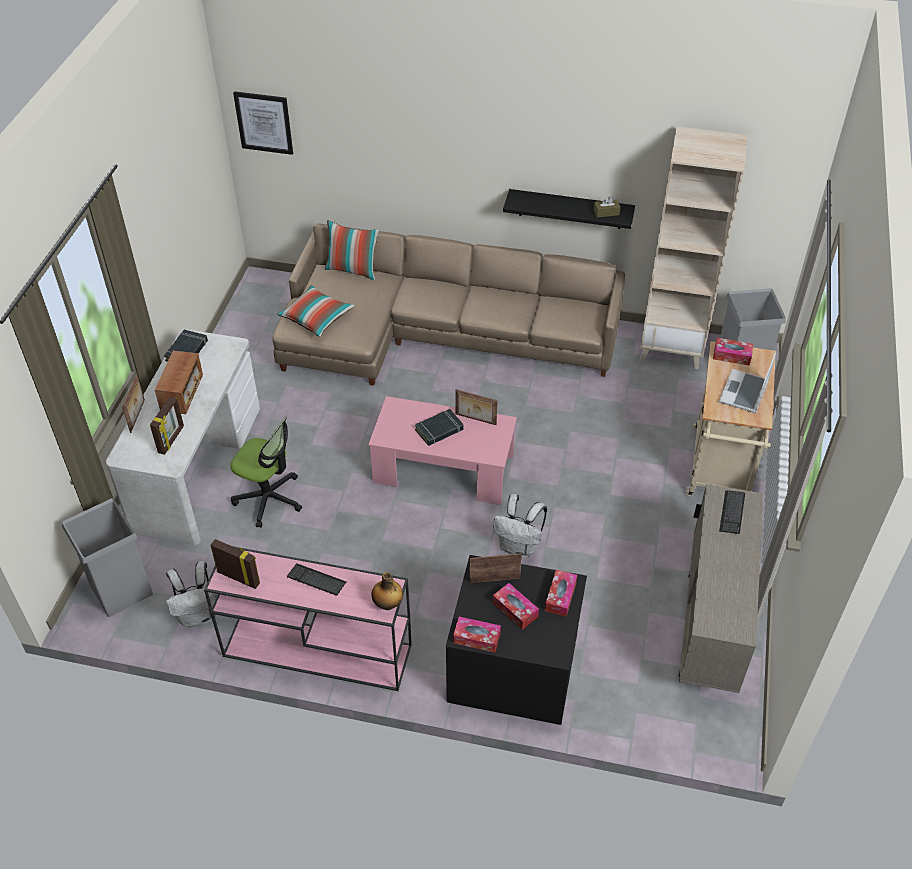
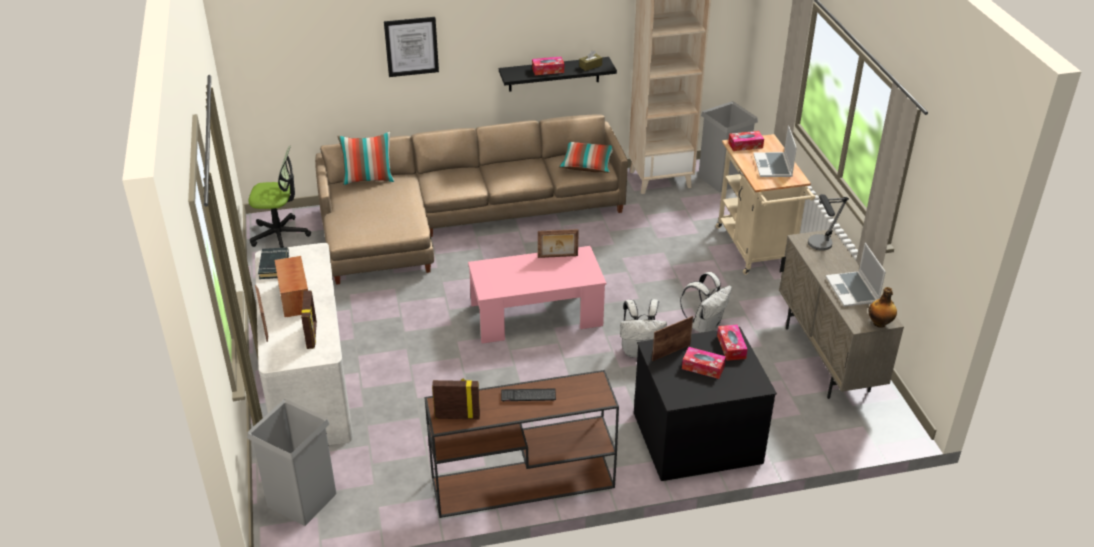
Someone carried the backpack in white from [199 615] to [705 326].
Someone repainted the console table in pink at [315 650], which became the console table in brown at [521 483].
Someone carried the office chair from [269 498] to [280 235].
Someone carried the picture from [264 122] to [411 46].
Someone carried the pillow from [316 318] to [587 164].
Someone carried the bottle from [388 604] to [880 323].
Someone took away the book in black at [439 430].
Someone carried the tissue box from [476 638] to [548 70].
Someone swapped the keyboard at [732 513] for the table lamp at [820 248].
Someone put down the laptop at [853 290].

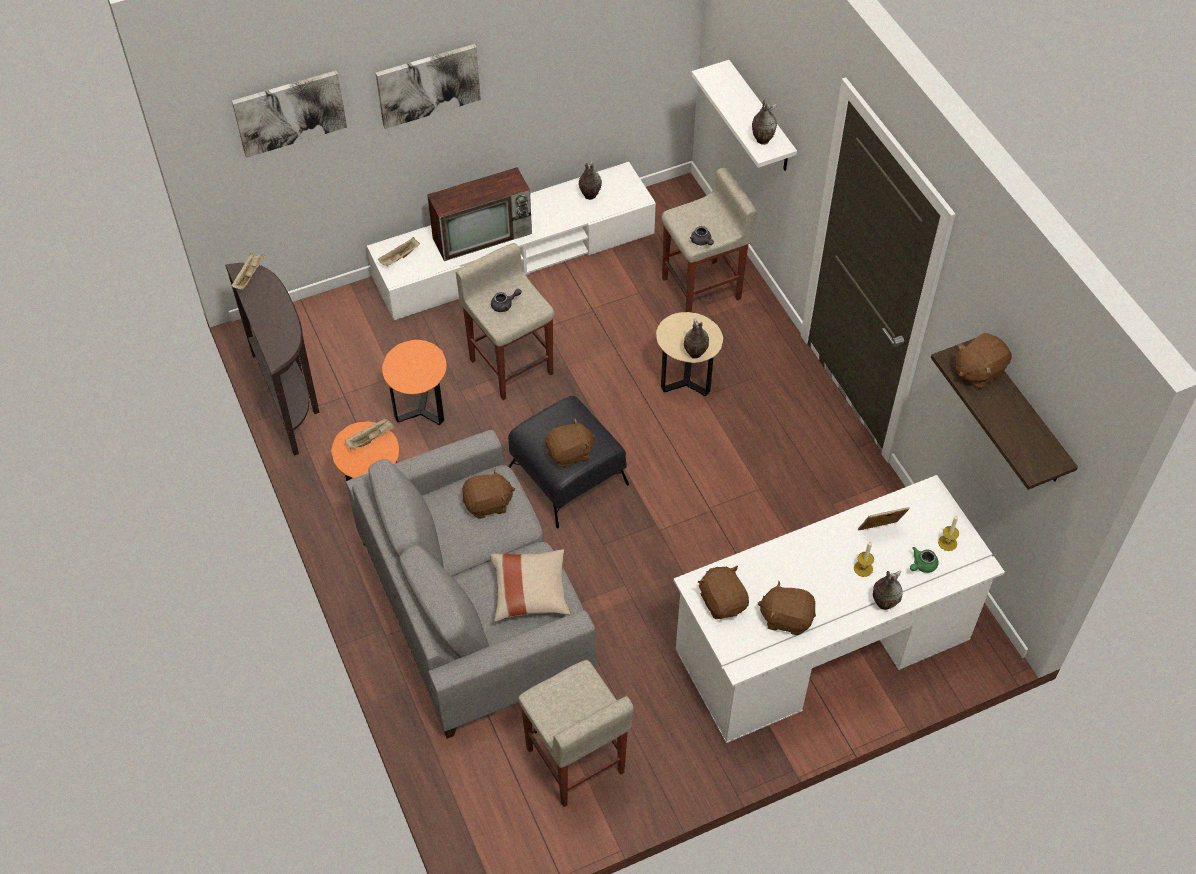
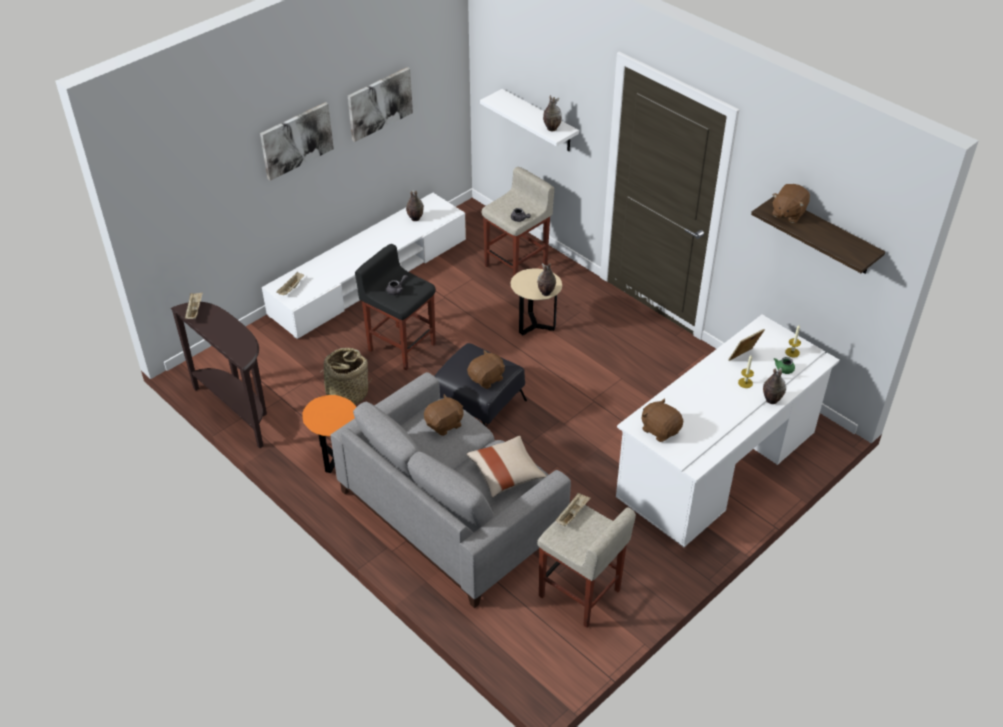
Someone carried the picture from [289 112] to [379 103].
Someone carried the tray in beige from [371 438] to [572 514].
Someone swapped the side table in orange at [421 412] for the basket at [347 393].
Someone took away the television at [484 235].
Someone repainted the stool in beige at [510 365], which became the stool in black at [401 346].
Someone took away the plush toy in brown at [786 617].

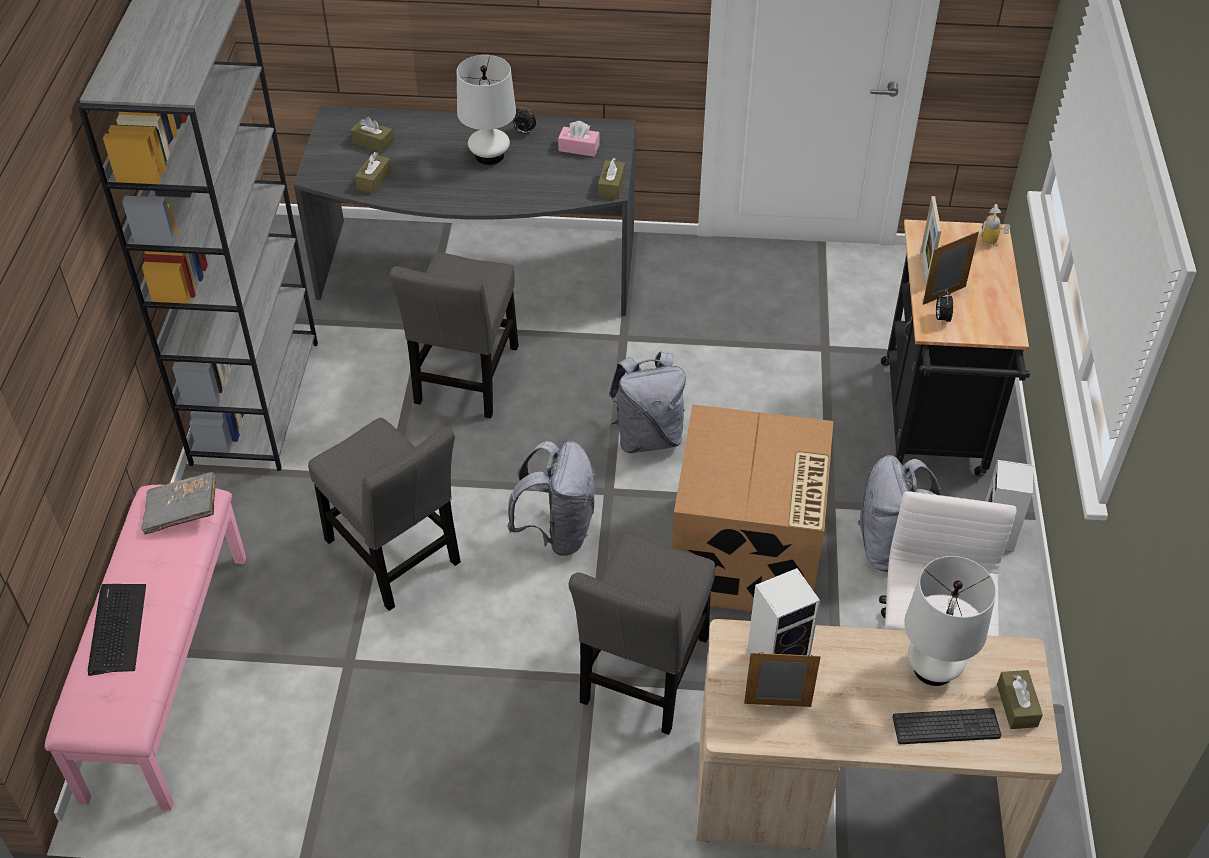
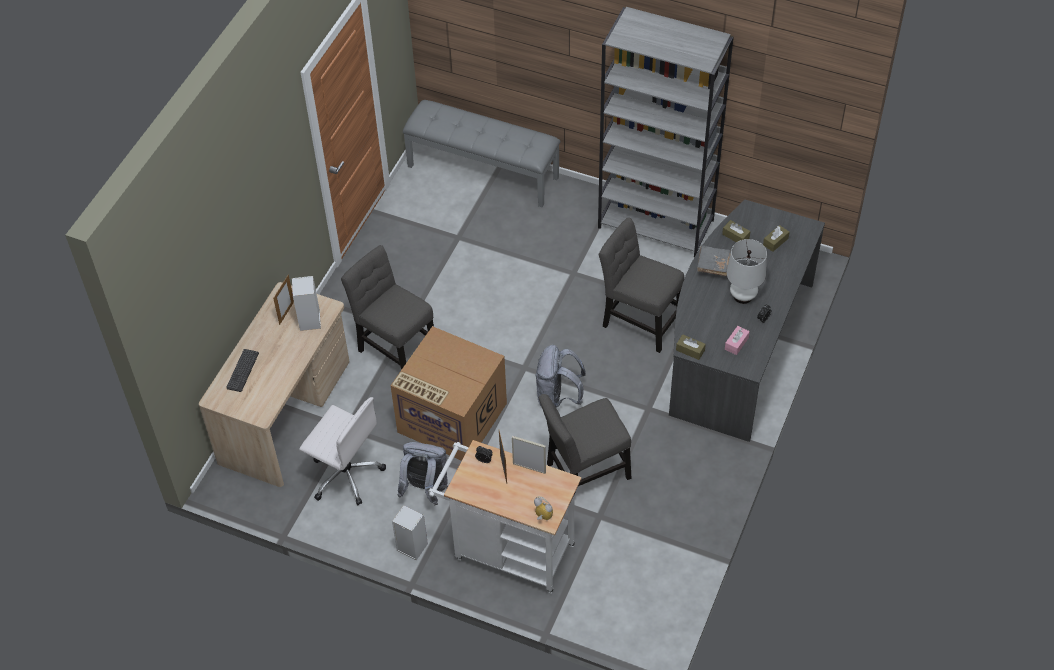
Someone repainted the bench in pink at [166 672], which became the bench in grey at [483 171].
Someone took away the keyboard at [117 629].
Someone carried the book in grey from [183 511] to [713 265].
Someone carried the chair in grey from [395 557] to [584 473].
Someone took away the backpack in grey at [557 531].
Someone repainted the cart in black at [933 427], which became the cart in white at [508 550].
Someone took away the table lamp in white at [933 668].
Someone took away the tissue box in brown at [1017 705].

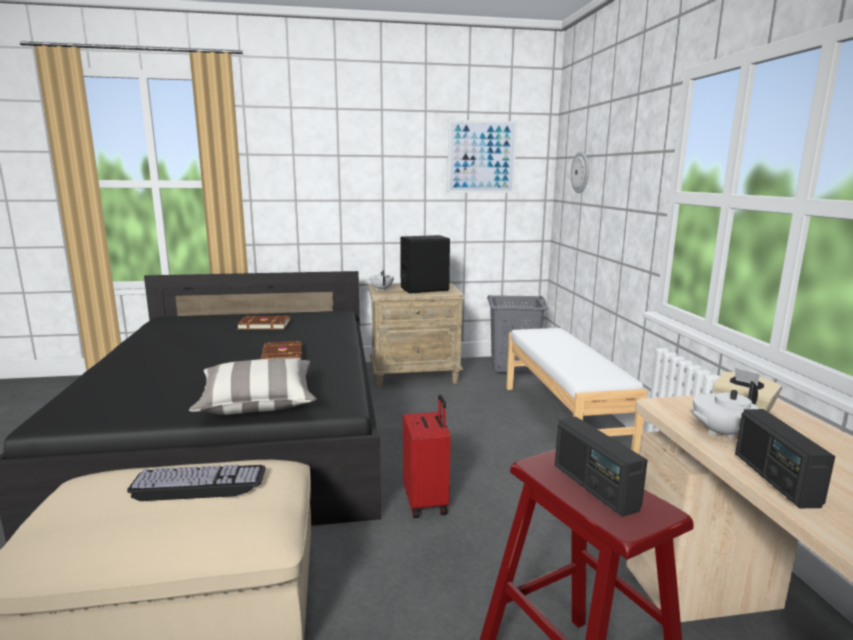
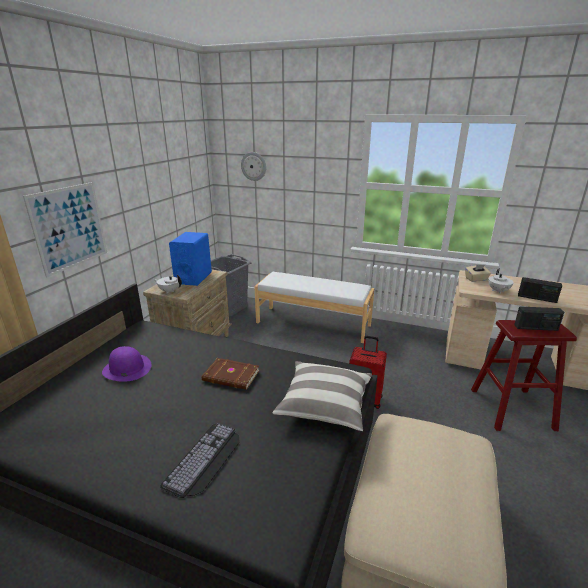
Someone carried the keyboard from [195 484] to [205 460].
Someone swapped the book in brown at [264 325] for the hat in purple at [127 368].
Someone repainted the speaker in black at [424 289], which became the speaker in blue at [193 278].
Someone carried the picture from [481 157] to [69 227].

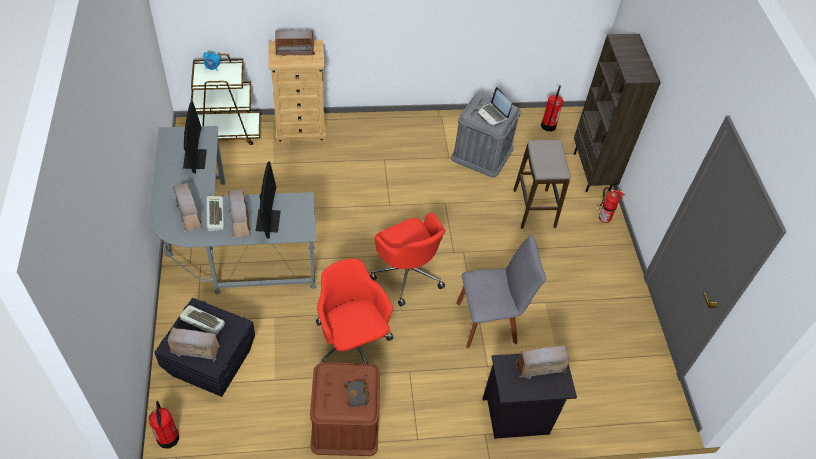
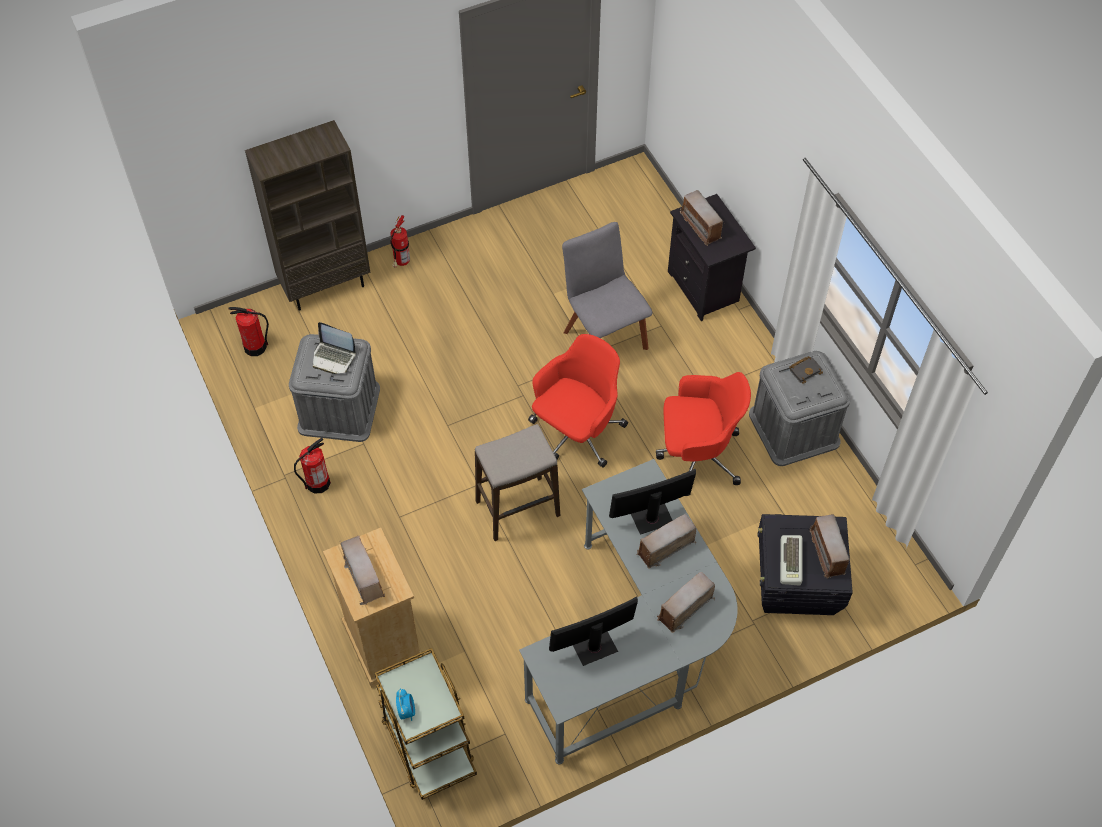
Someone carried the fire extinguisher from [168 437] to [317 483].
Someone took away the keyboard at [214 215].
Someone repainted the storage box in brown at [345 423], which became the storage box in grey at [794 428].
Someone rotated the office chair in red at [352 342] by 135 degrees counterclockwise.
Someone rotated the laptop at [493 114] by 75 degrees clockwise.
Someone carried the stool from [534 208] to [517 508].

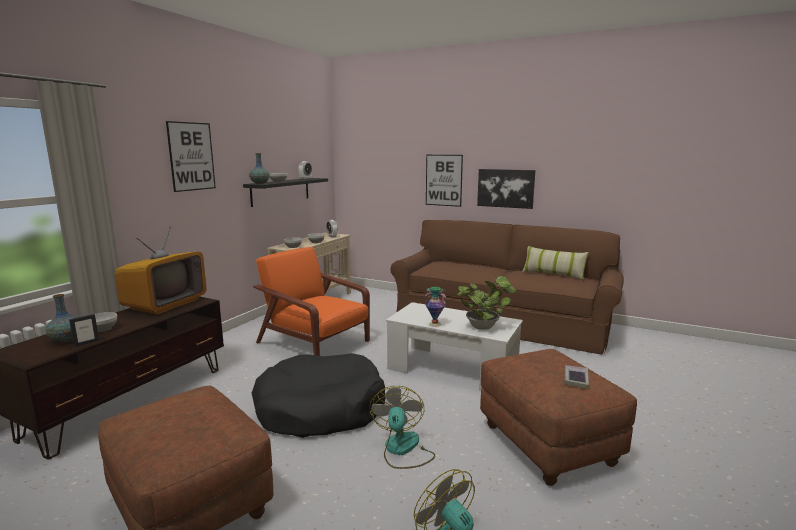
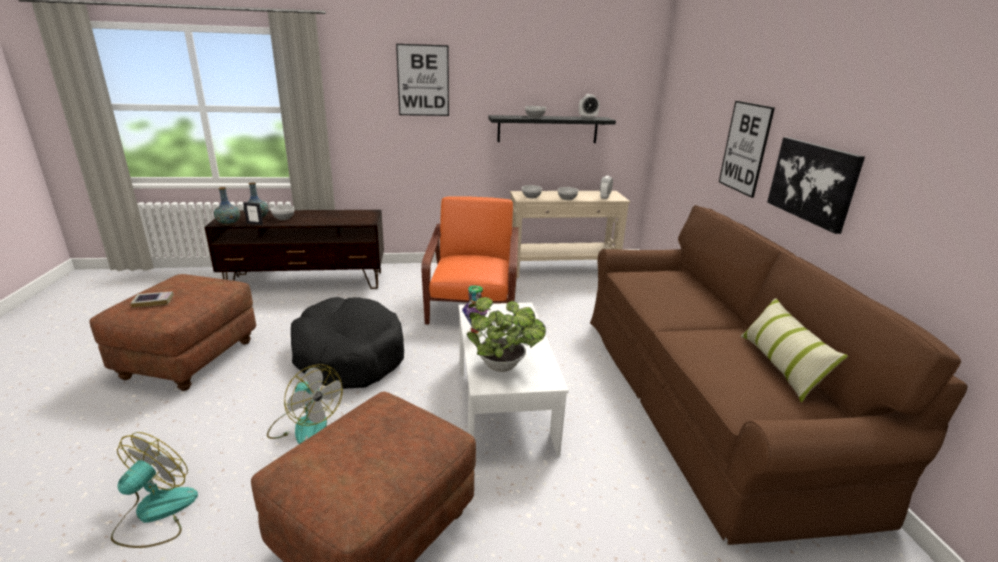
Someone took away the television at [165 304].
Someone carried the vase from [260 183] to [228 223].
Someone rotated the fan at [402 450] by 75 degrees clockwise.
Someone carried the book from [576 379] to [153 301].

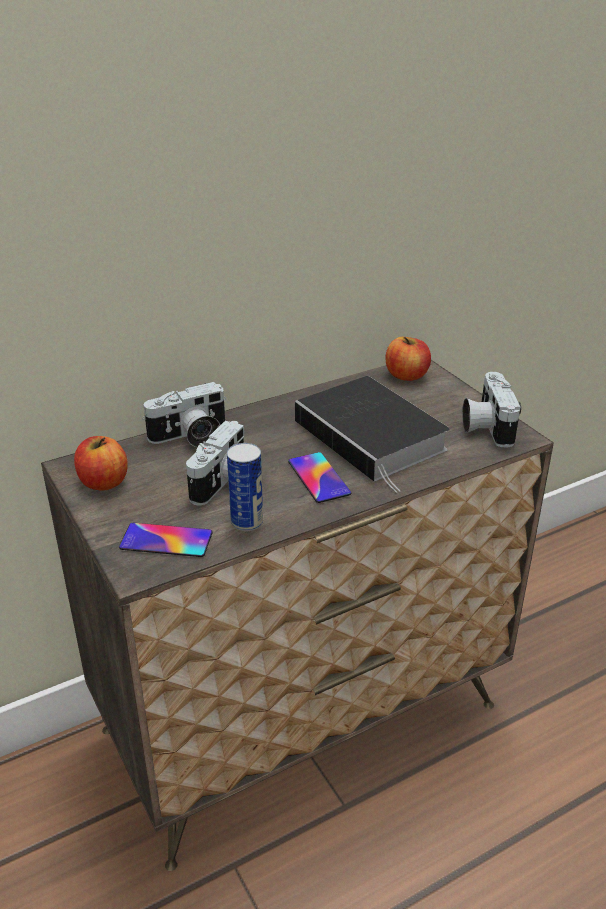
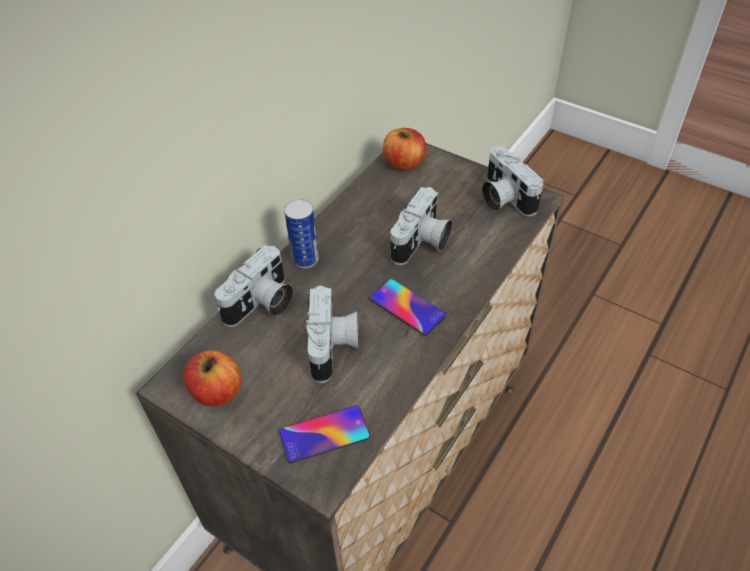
Someone carried the can from [247 522] to [305 260].
Someone swapped the book at [373 437] for the photo camera at [422 243].

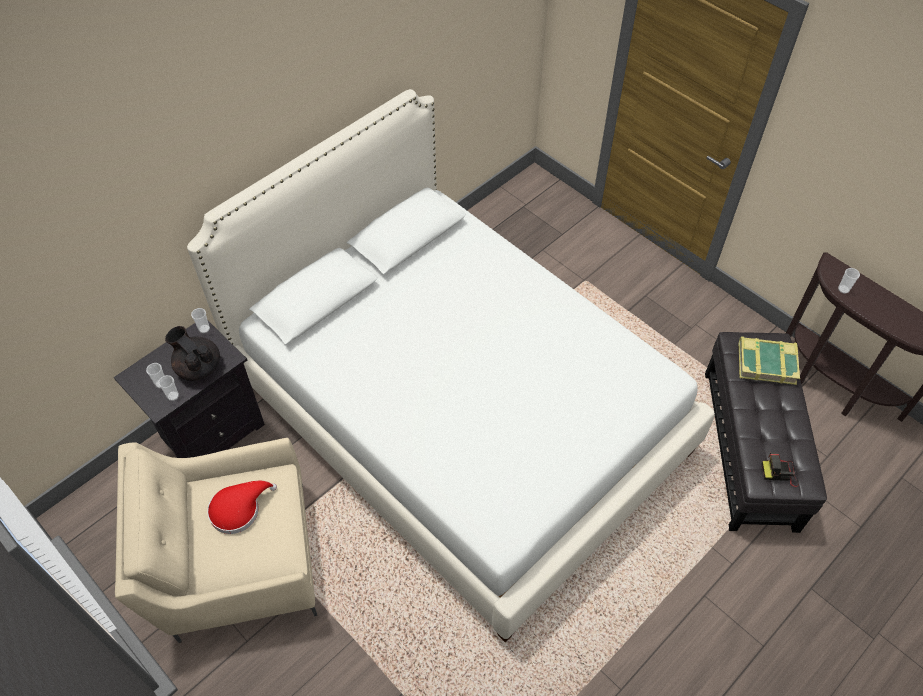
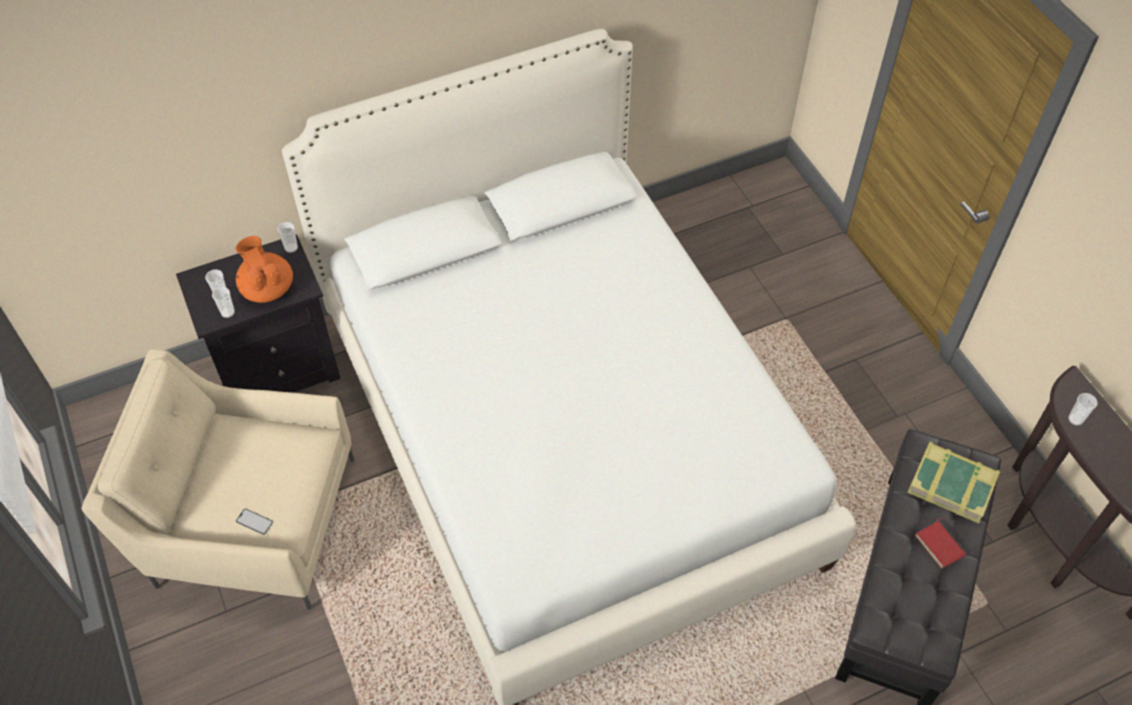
Someone repainted the teapot in black at [198 367], which became the teapot in orange at [267 288].
Someone took away the hat in red at [238 509].
Someone took away the photo camera at [780 473].
Someone put down the phone at [254 521].
Someone put down the book in red at [941 545].

